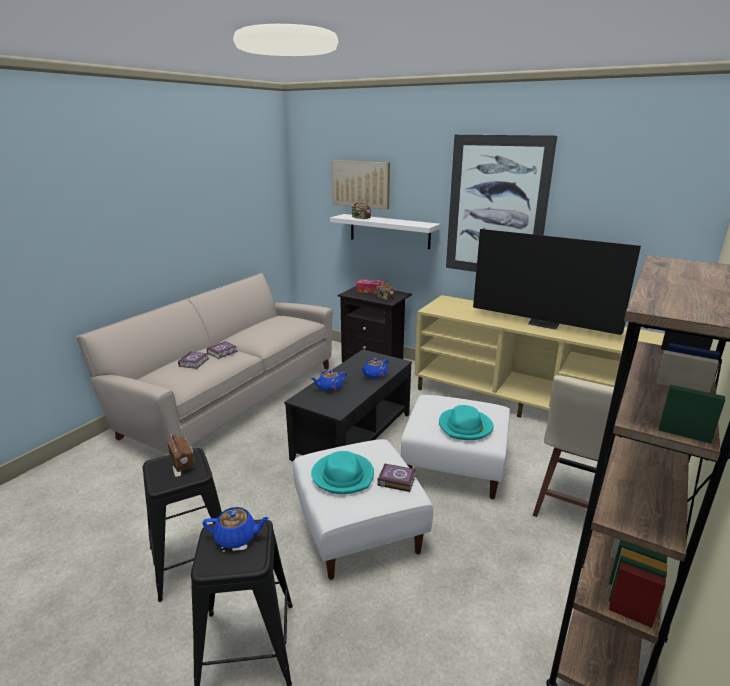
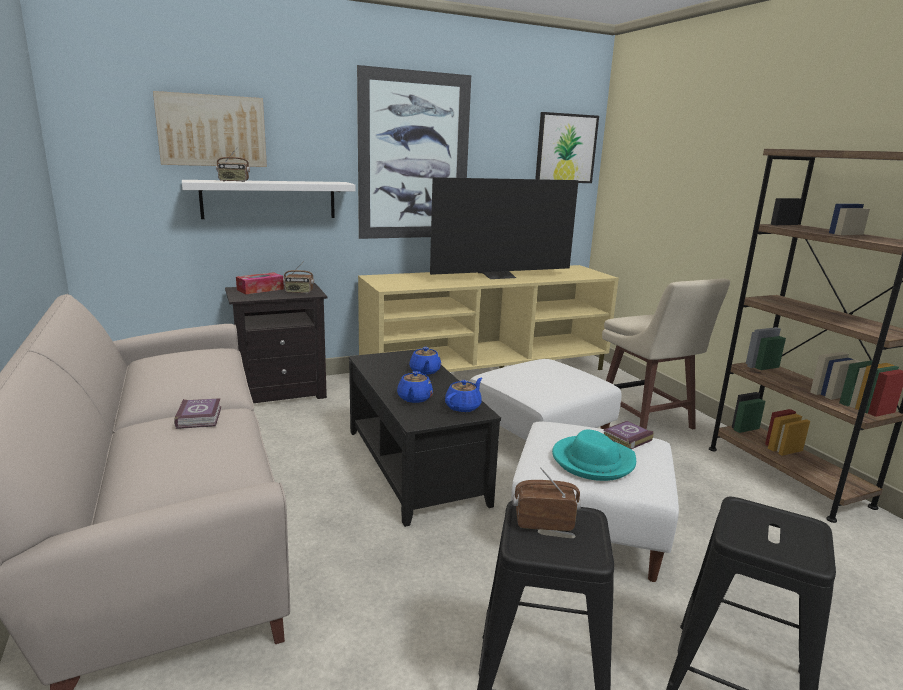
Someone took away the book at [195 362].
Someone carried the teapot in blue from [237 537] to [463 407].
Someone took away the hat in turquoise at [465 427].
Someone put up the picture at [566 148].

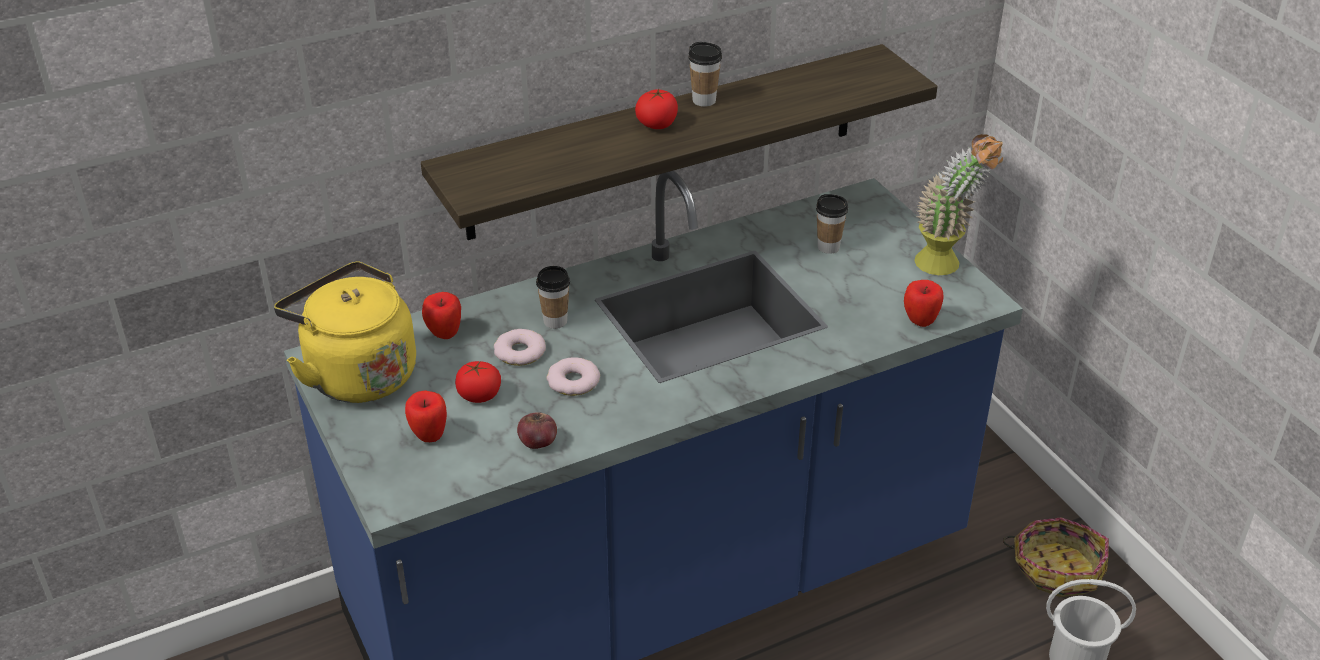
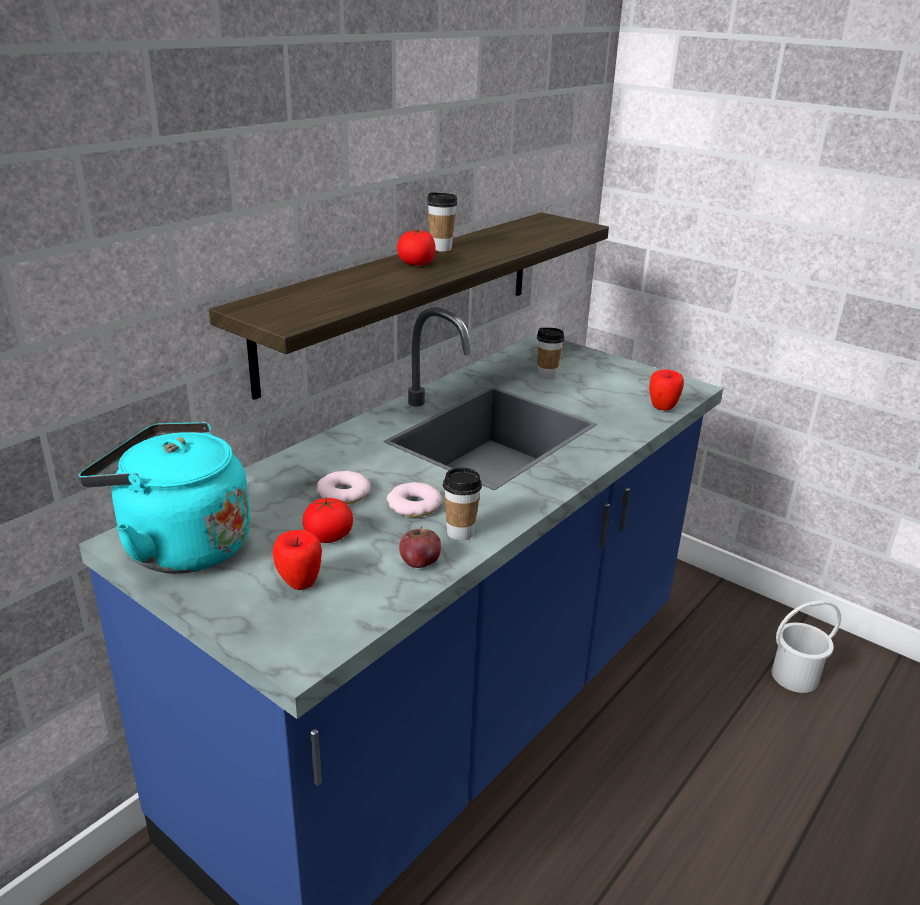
Someone repainted the kettle in yellow at [356 373], which became the kettle in turquoise at [179 546].
Someone took away the apple at [444 335].
Someone carried the cup from [555 321] to [460 533].
Someone took away the potted plant at [947 267].
Someone took away the basket at [1057 568].

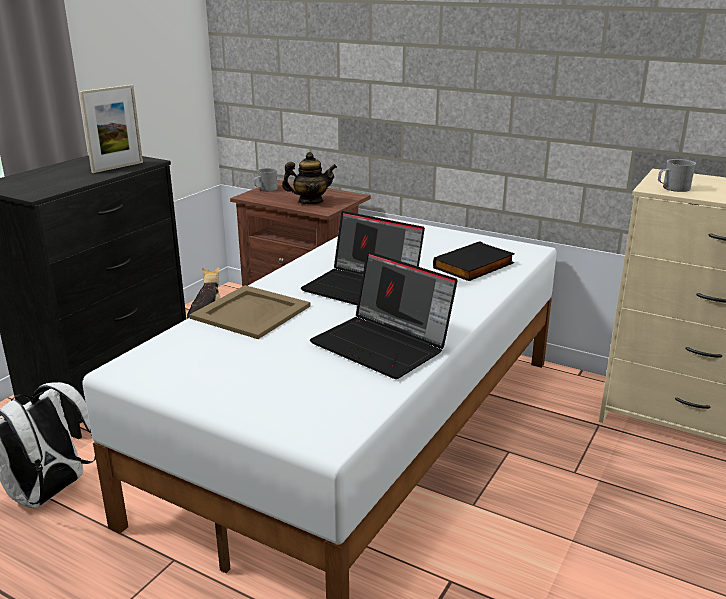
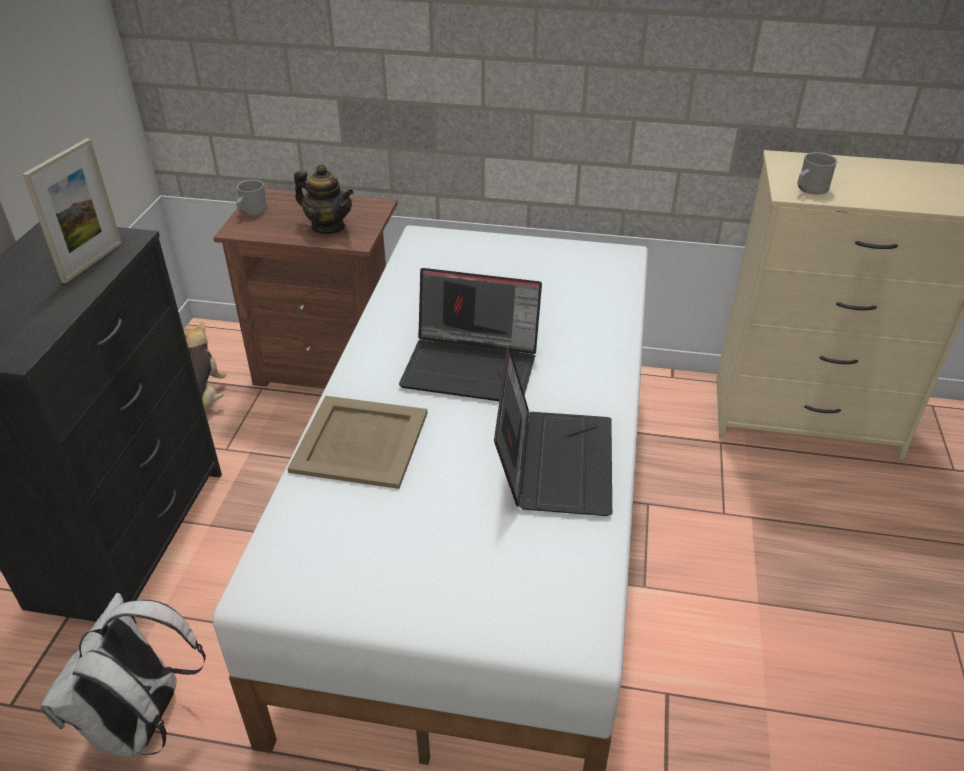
Someone rotated the teapot at [310 202] by 60 degrees clockwise.
Someone rotated the laptop at [383 345] by 105 degrees counterclockwise.
Someone took away the book in black at [474 266].

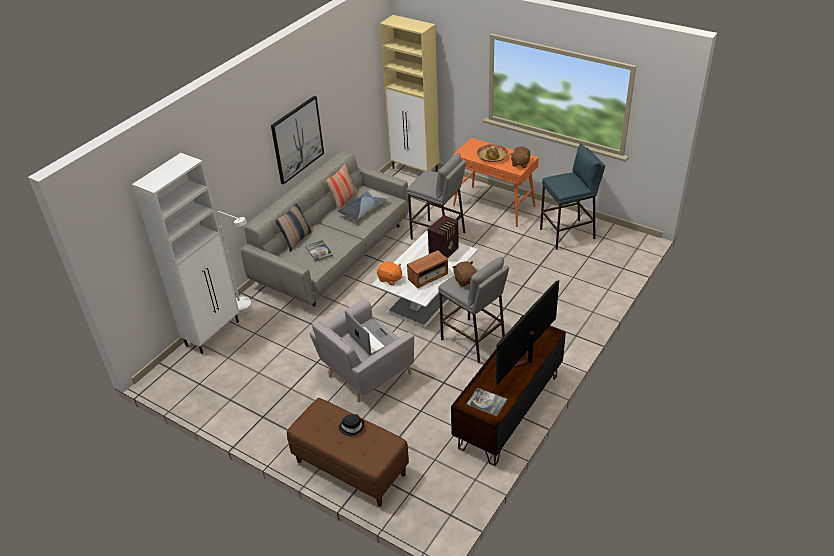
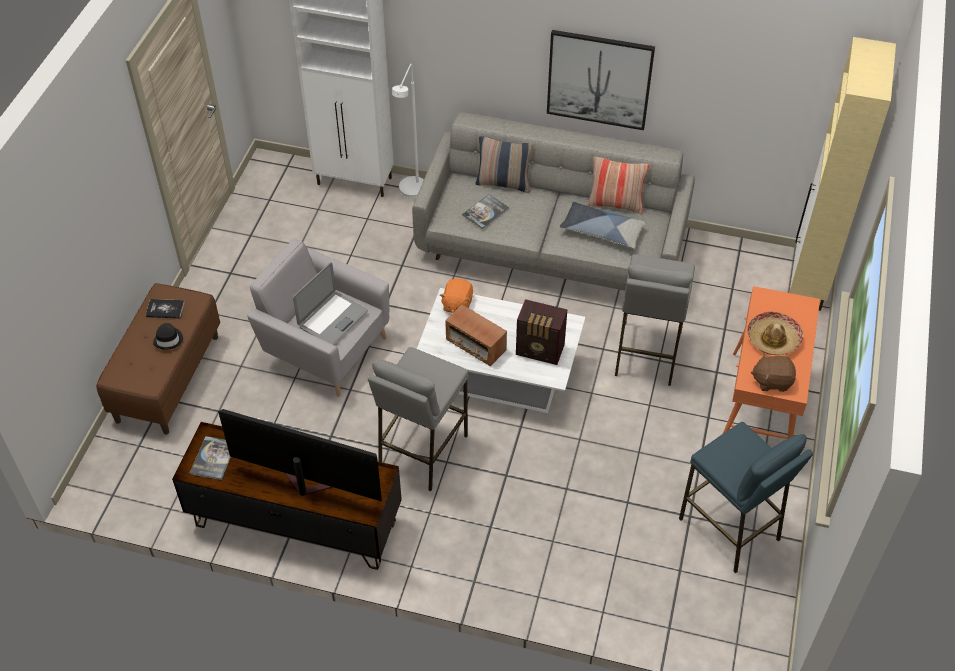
Someone took away the plush toy in brown at [465 280].
Someone put down the book at [165 309].

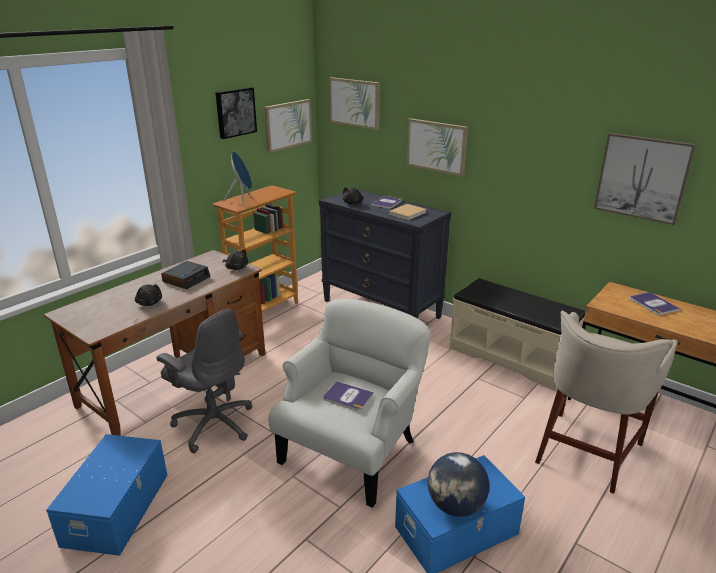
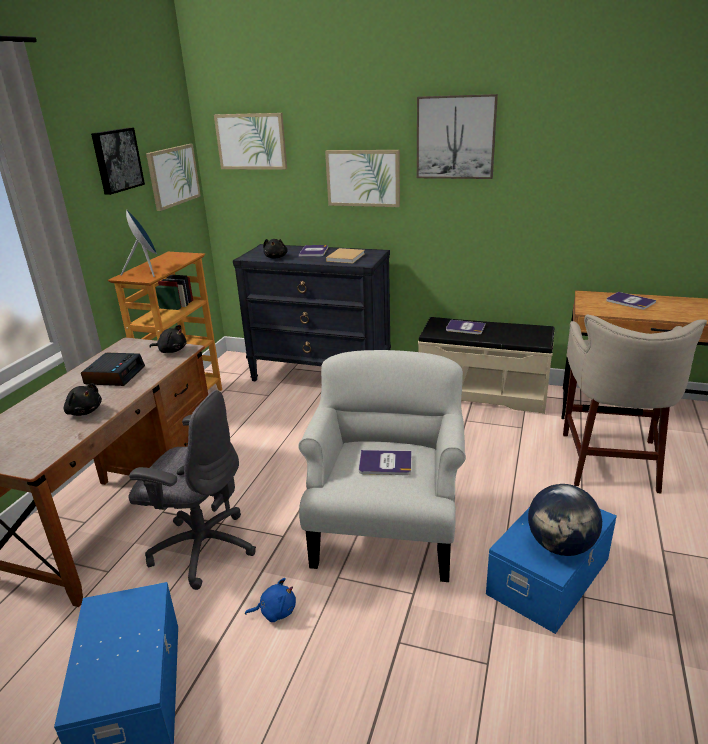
Someone carried the picture from [642 177] to [455 137].
Someone put down the plush toy in blue at [275 611].
Someone put down the book at [465 328].

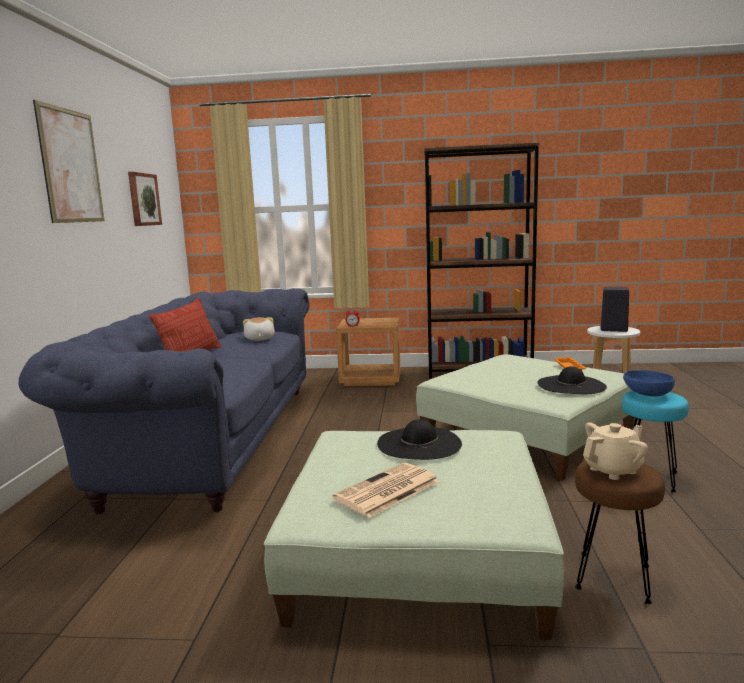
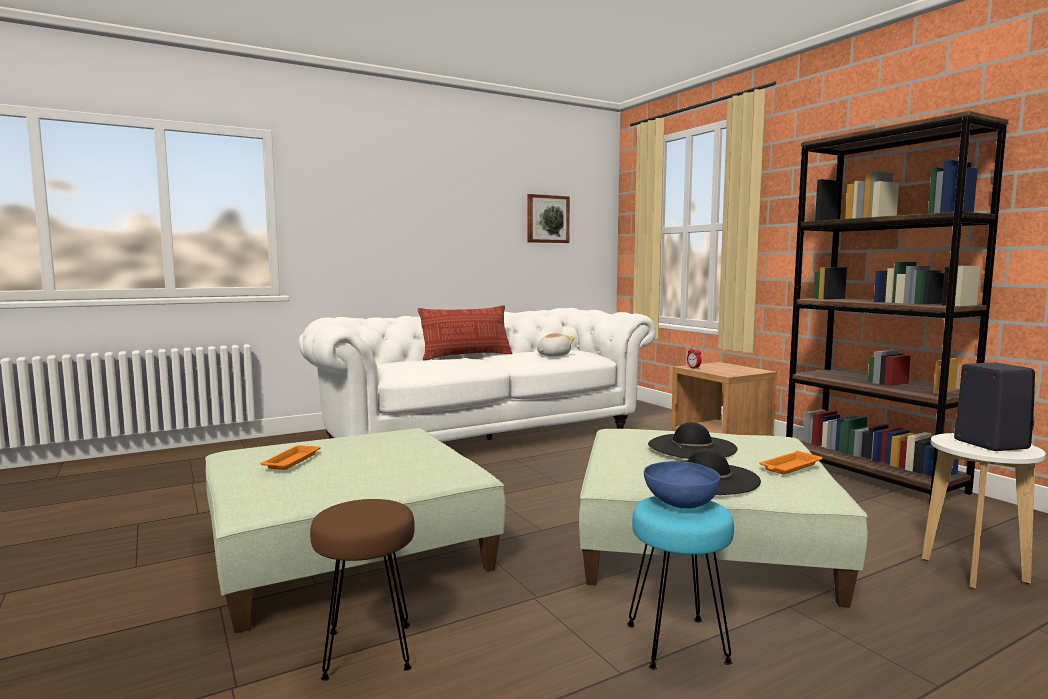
Someone repainted the sofa in blue at [206 439], which became the sofa in white at [479 434].
Someone took away the picture at [71 166].
Someone swapped the newspaper at [387 491] for the tray in orange at [293 460].
Someone carried the hat in black from [419 443] to [692 447].
Someone took away the teapot in beige at [613 470].

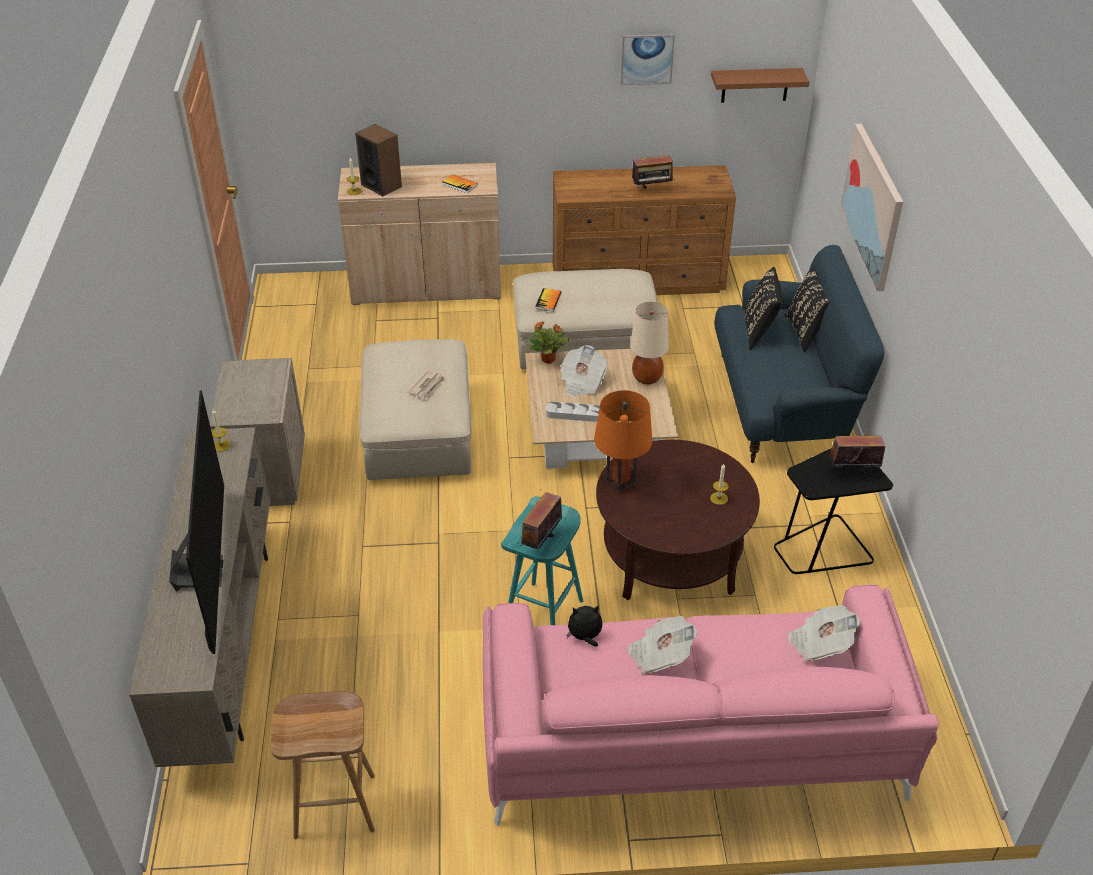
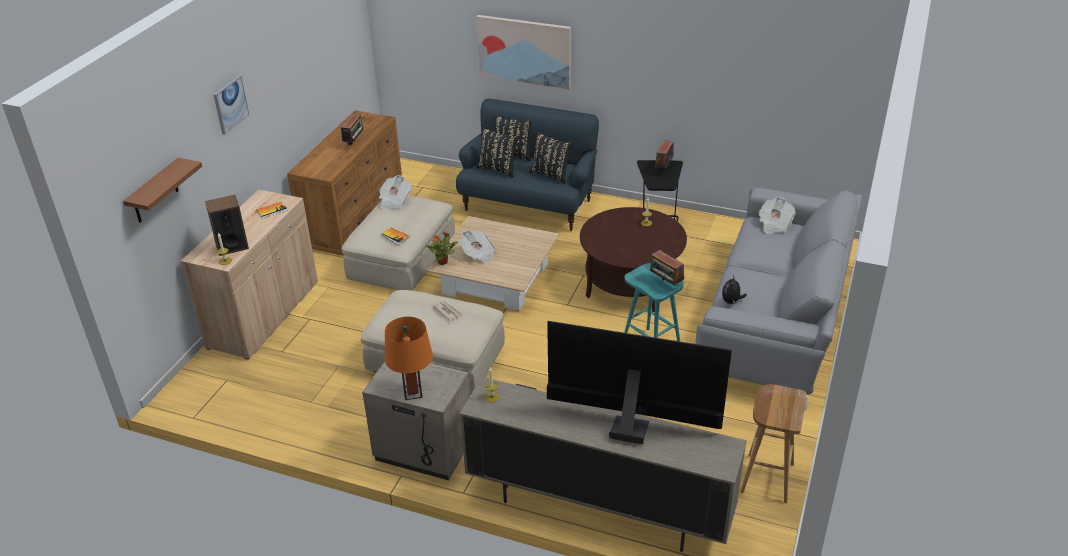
Someone repainted the sofa in pink at [692 743], which became the sofa in grey at [776 319].
Someone took away the tray in grey at [576 414].
Someone carried the table lamp in orange from [620 482] to [412 392].
Someone carried the picture from [647 59] to [230 104].
Someone carried the newspaper from [660 655] to [394 201].
Someone took away the table lamp in beige at [646 378].
Someone carried the shelf in brown from [755 85] to [155 192].
Someone put down the pillow in black at [551 175].

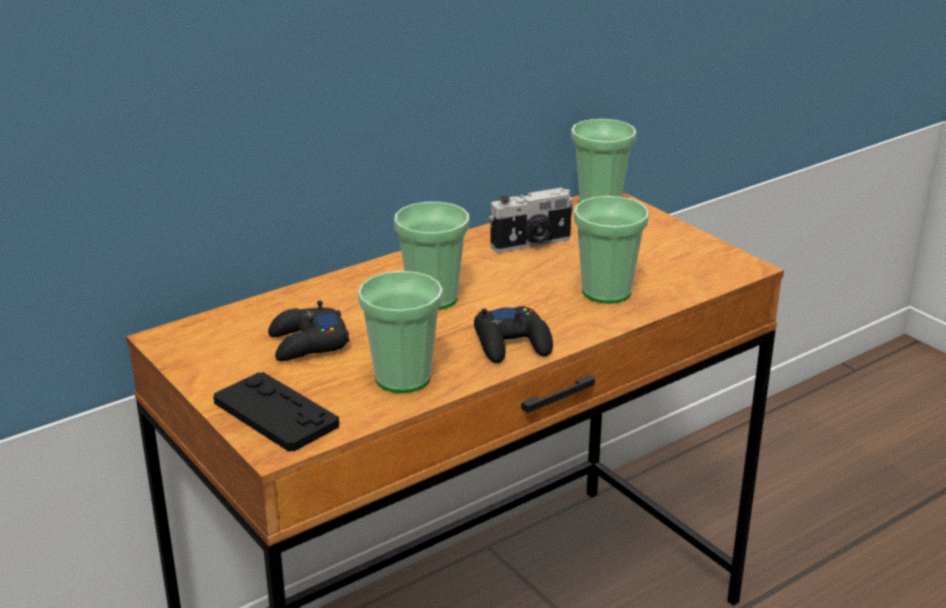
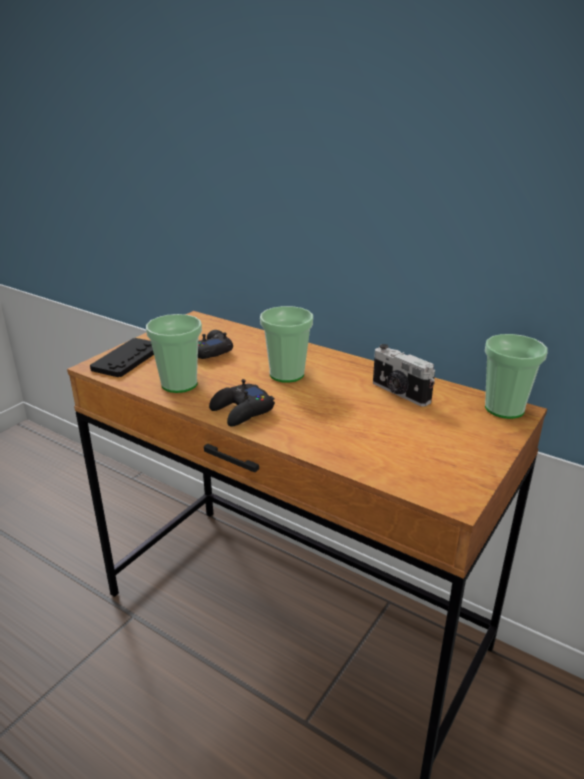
Someone took away the cup at [606 292].

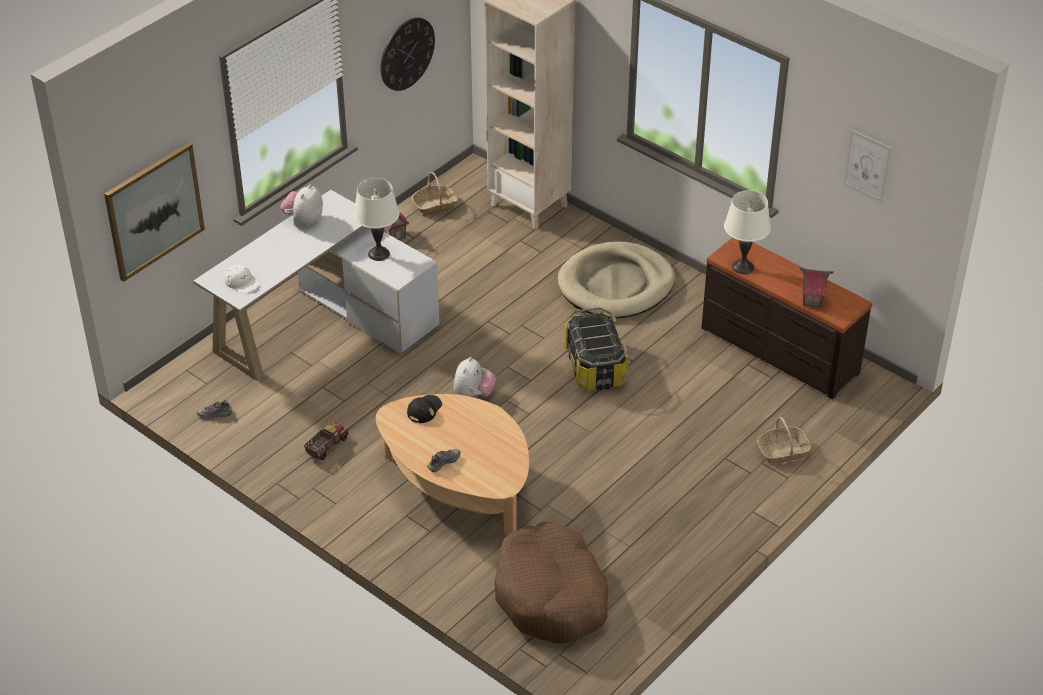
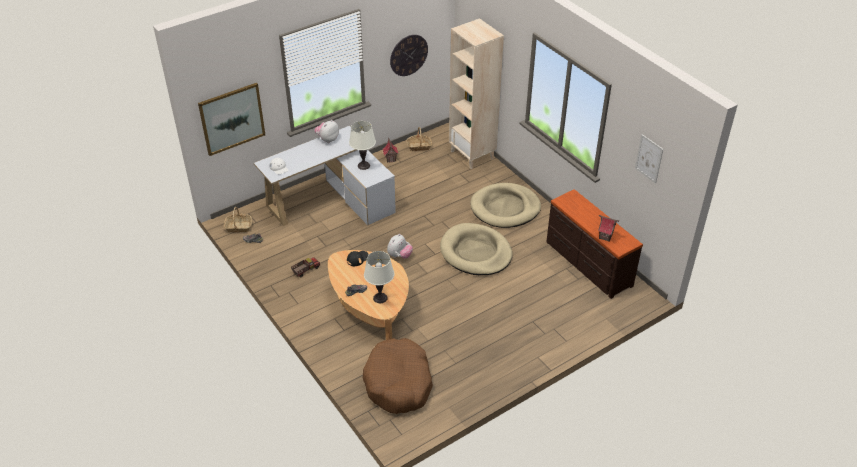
Someone swapped the storage box at [595 365] for the dog bed in beige at [476 252].
Someone carried the table lamp in white from [743 267] to [380 298].
Someone carried the basket from [782 451] to [238 227].

